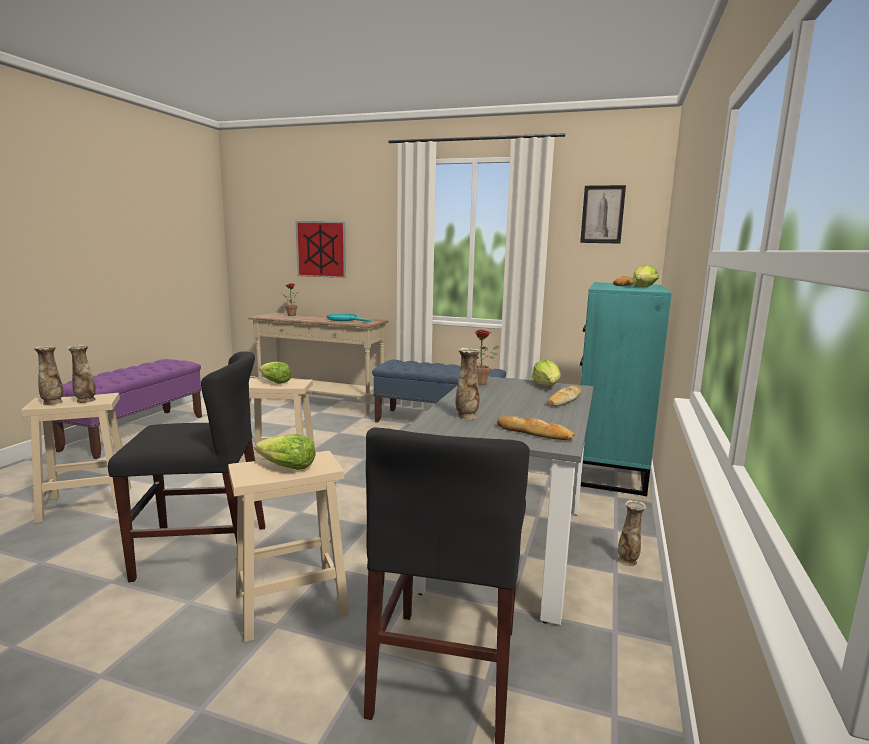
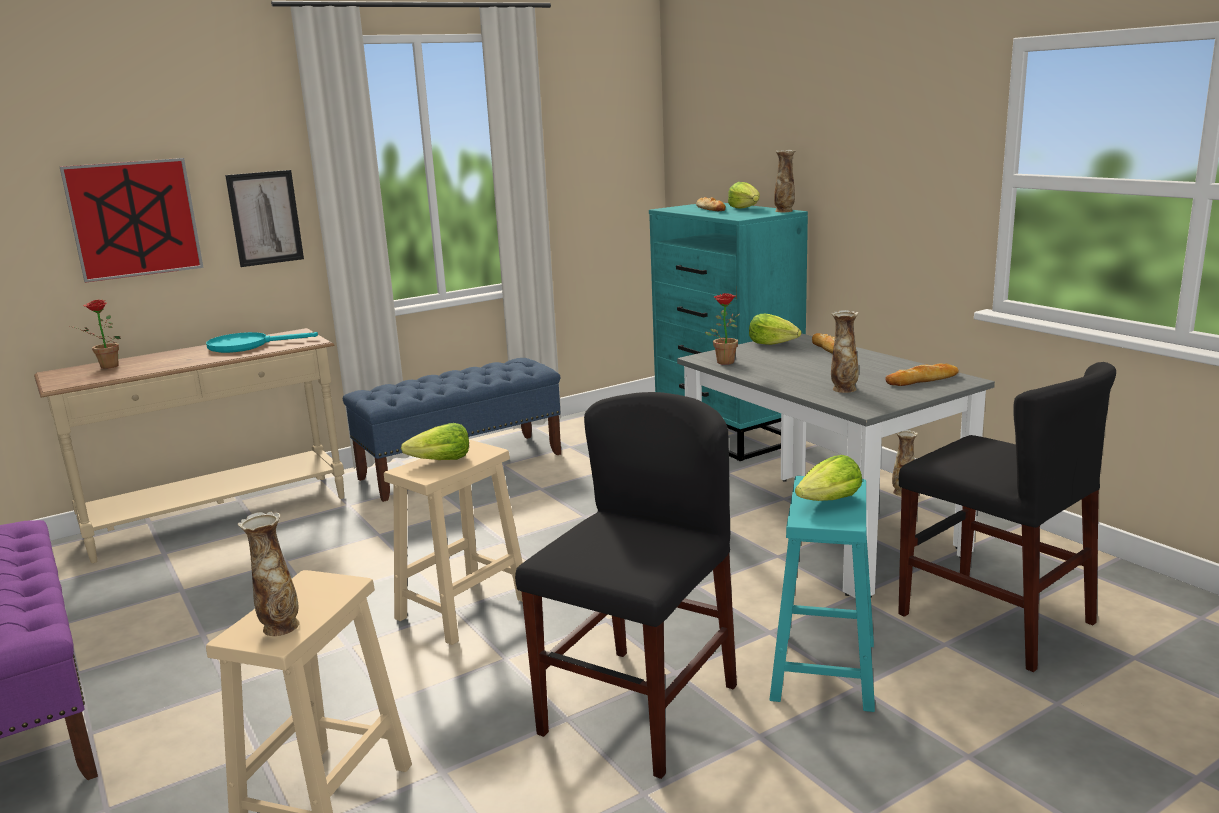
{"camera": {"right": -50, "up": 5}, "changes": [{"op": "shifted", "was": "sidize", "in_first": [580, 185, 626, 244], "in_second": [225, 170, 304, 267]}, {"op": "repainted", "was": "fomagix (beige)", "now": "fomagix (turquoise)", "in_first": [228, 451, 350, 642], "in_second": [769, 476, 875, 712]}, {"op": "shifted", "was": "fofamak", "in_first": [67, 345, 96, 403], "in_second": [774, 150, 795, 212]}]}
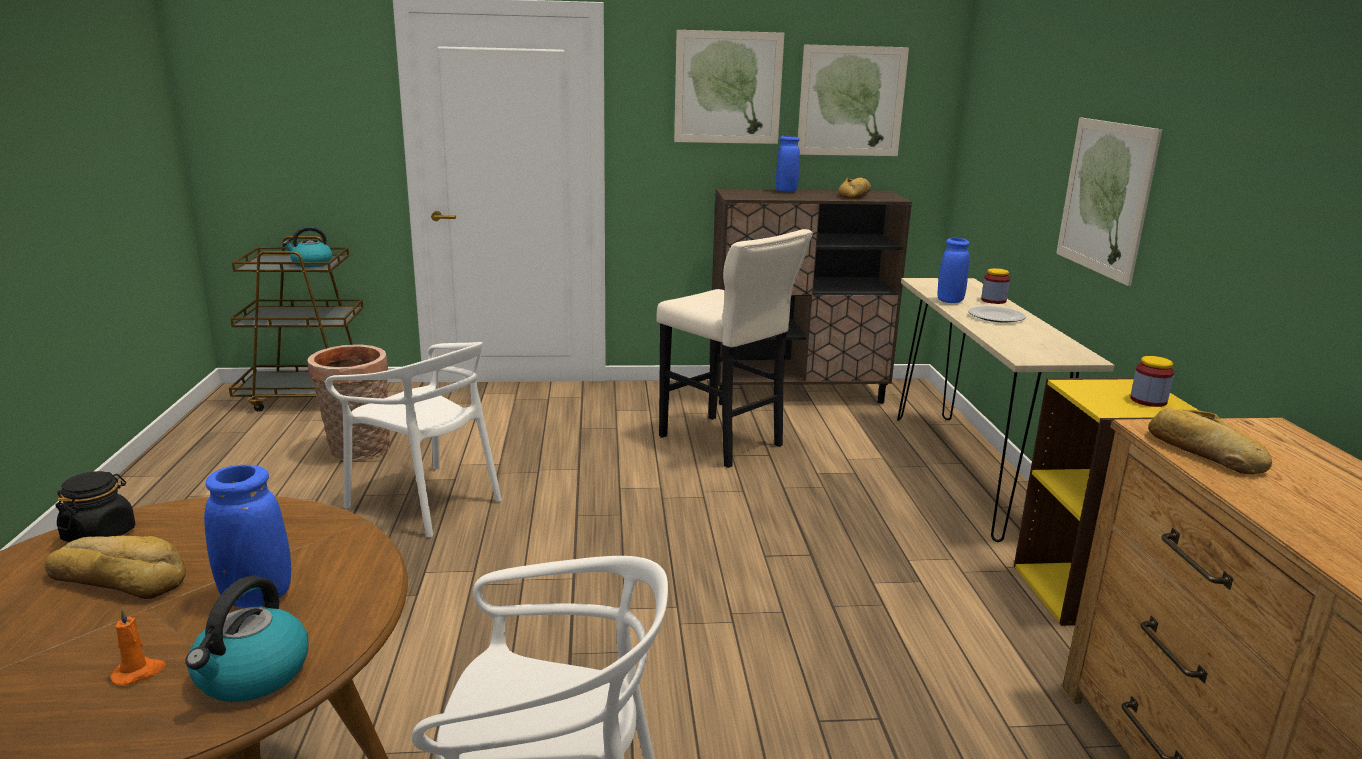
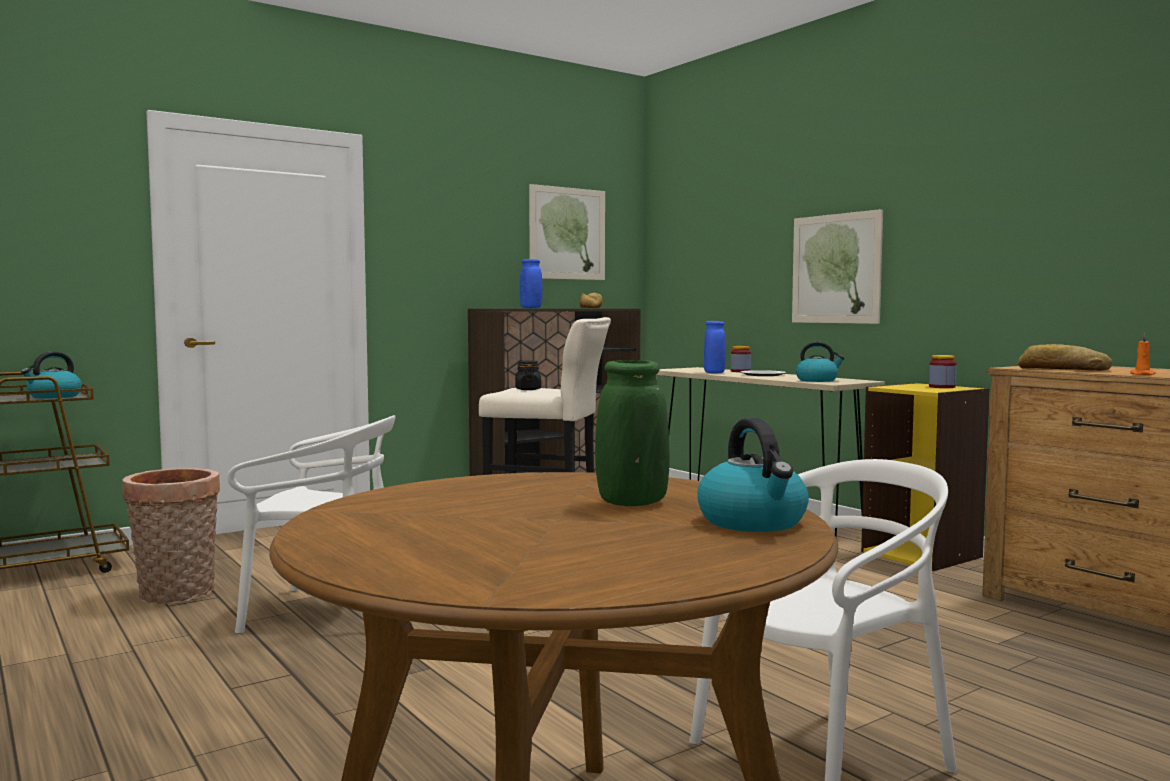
{"camera": {"right": -30, "up": -15}, "changes": [{"op": "shifted", "was": "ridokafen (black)", "in_first": [55, 471, 135, 542], "in_second": [515, 361, 541, 390]}, {"op": "repainted", "was": "fofamak (blue)", "now": "fofamak (green)", "in_first": [204, 465, 291, 608], "in_second": [595, 360, 670, 506]}, {"op": "new", "now": "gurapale", "in_second": [796, 342, 845, 382]}, {"op": "shifted", "was": "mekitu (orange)", "in_first": [110, 607, 166, 686], "in_second": [1130, 333, 1156, 375]}, {"op": "gone", "was": "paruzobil", "in_first": [45, 536, 186, 599]}, {"op": "gone", "was": "sidize", "in_first": [674, 30, 784, 144]}]}
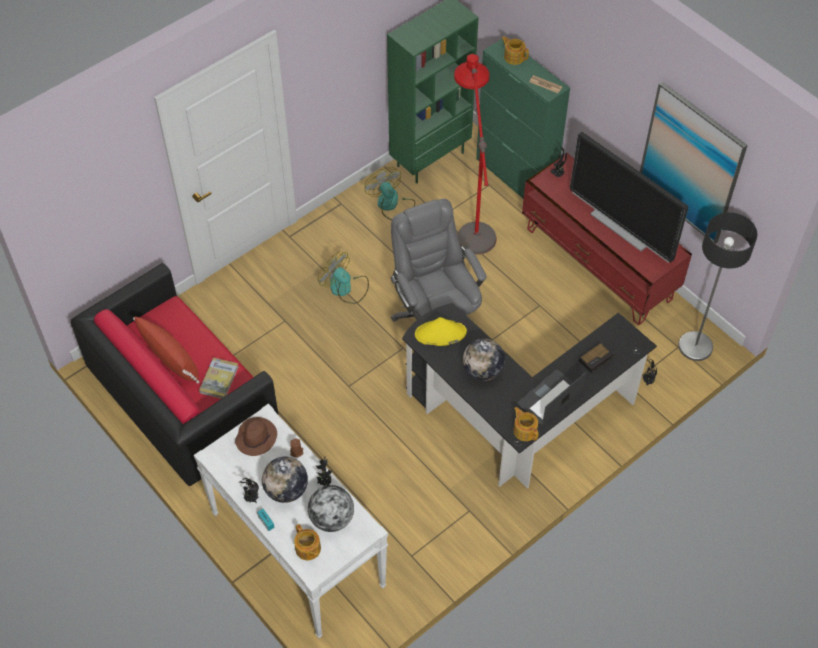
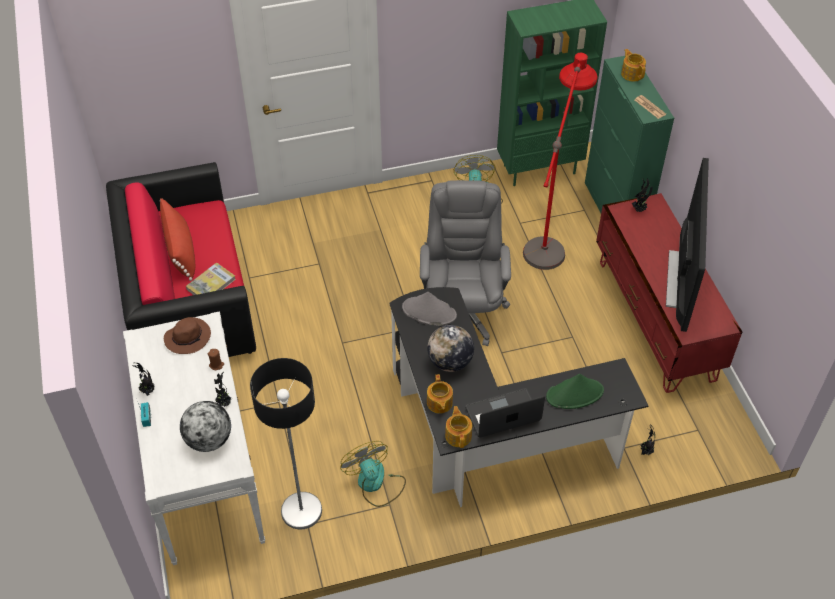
{"camera": {"right": 25, "up": -5}, "changes": [{"op": "shifted", "was": "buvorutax", "in_first": [678, 212, 757, 361], "in_second": [250, 358, 322, 529]}, {"op": "shifted", "was": "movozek", "in_first": [318, 251, 369, 304], "in_second": [340, 441, 406, 507]}, {"op": "repainted", "was": "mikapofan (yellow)", "now": "mikapofan (grey)", "in_first": [415, 317, 467, 346], "in_second": [402, 292, 457, 326]}, {"op": "shifted", "was": "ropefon", "in_first": [294, 524, 321, 560], "in_second": [427, 374, 453, 414]}, {"op": "swapped", "was": "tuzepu", "now": "mikapofan (green)", "in_first": [579, 342, 614, 373], "in_second": [546, 374, 604, 409]}, {"op": "rotated", "was": "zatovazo", "in_first": [570, 132, 689, 263], "in_second": [666, 158, 709, 332], "clockwise": -150}, {"op": "gone", "was": "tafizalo", "in_first": [262, 457, 308, 503]}, {"op": "gone", "was": "sidize", "in_first": [640, 82, 748, 244]}]}
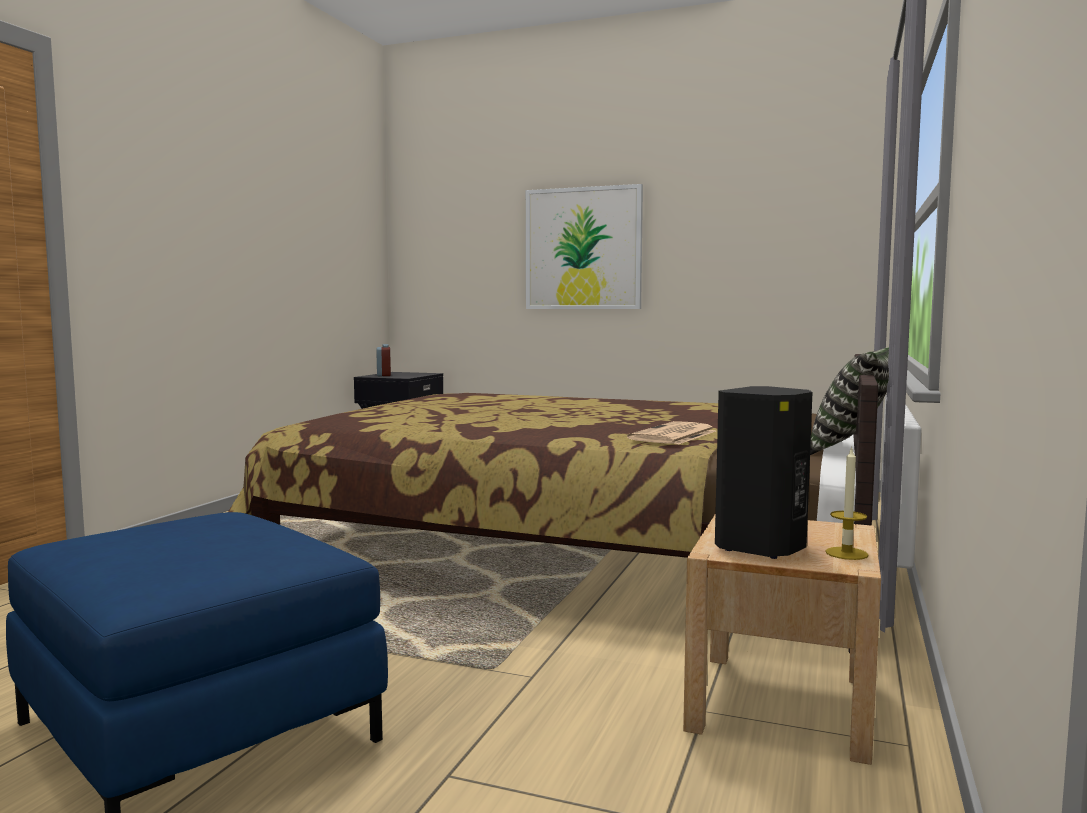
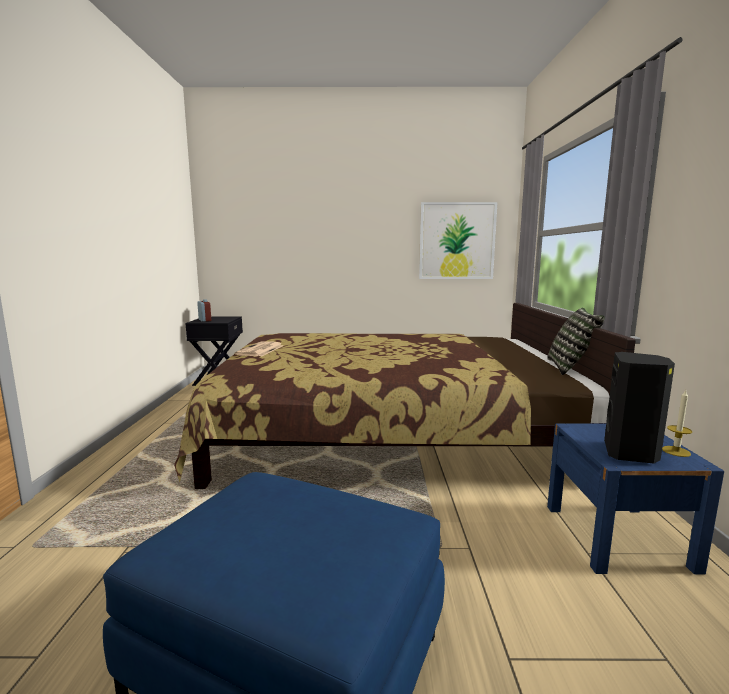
{"camera": {"right": -20, "up": 5}, "changes": [{"op": "shifted", "was": "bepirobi", "in_first": [627, 421, 716, 445], "in_second": [235, 341, 283, 356]}, {"op": "shifted", "was": "sidize", "in_first": [526, 184, 643, 309], "in_second": [419, 202, 498, 279]}, {"op": "repainted", "was": "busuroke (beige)", "now": "busuroke (blue)", "in_first": [683, 515, 881, 765], "in_second": [547, 423, 724, 574]}]}
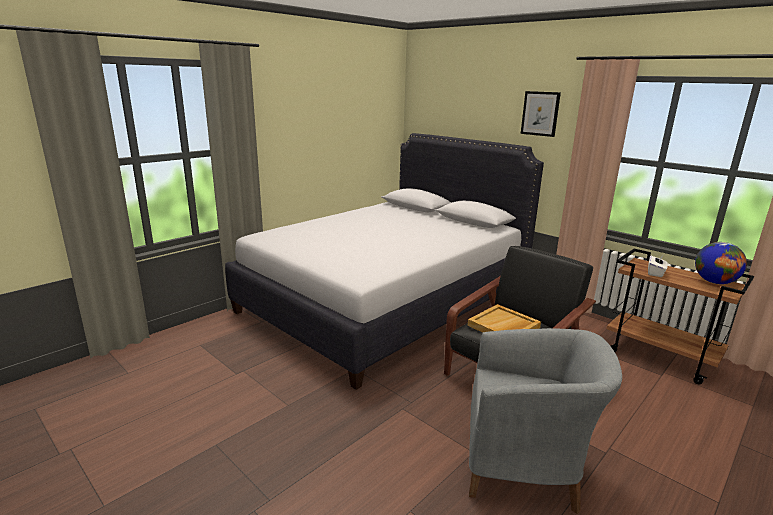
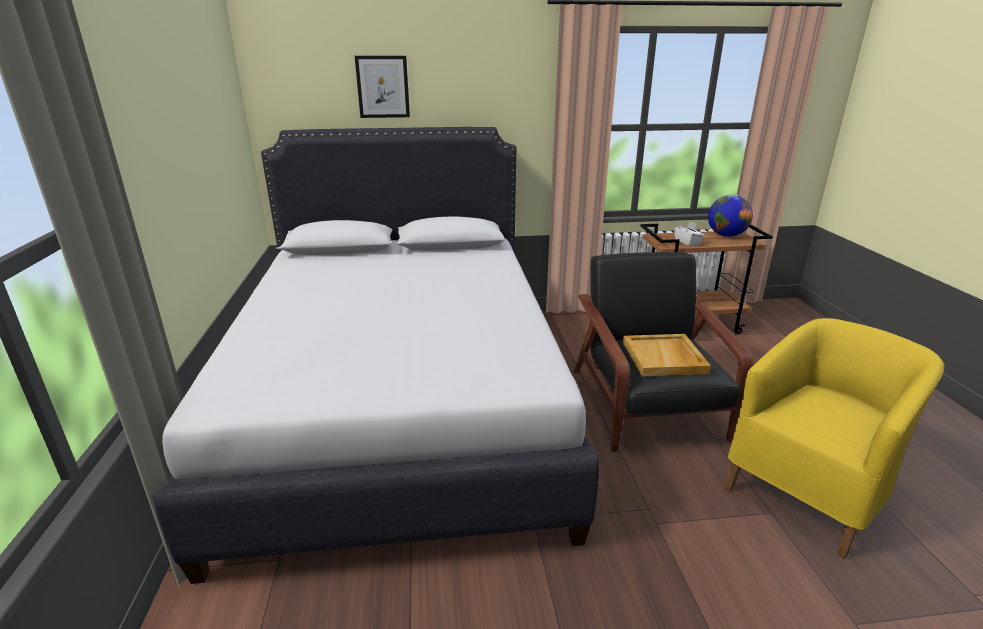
{"camera": {"right": -50, "up": 5}, "changes": [{"op": "shifted", "was": "sidize", "in_first": [521, 91, 561, 137], "in_second": [355, 56, 410, 118]}, {"op": "repainted", "was": "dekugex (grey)", "now": "dekugex (yellow)", "in_first": [469, 328, 622, 514], "in_second": [724, 318, 944, 559]}]}
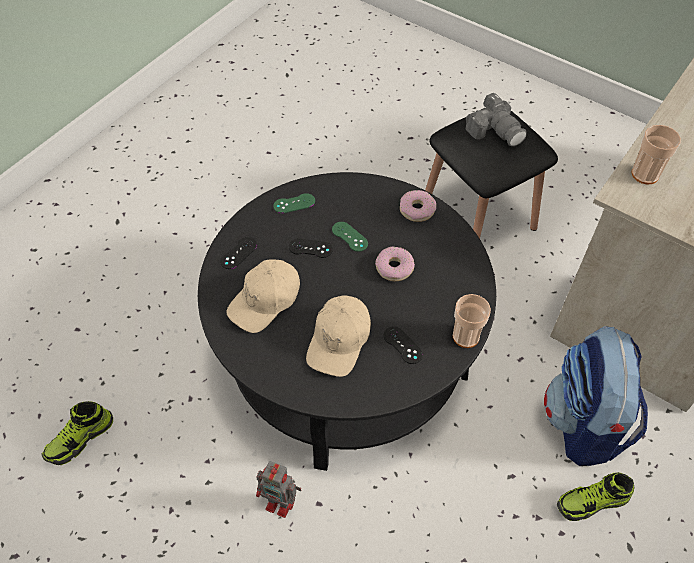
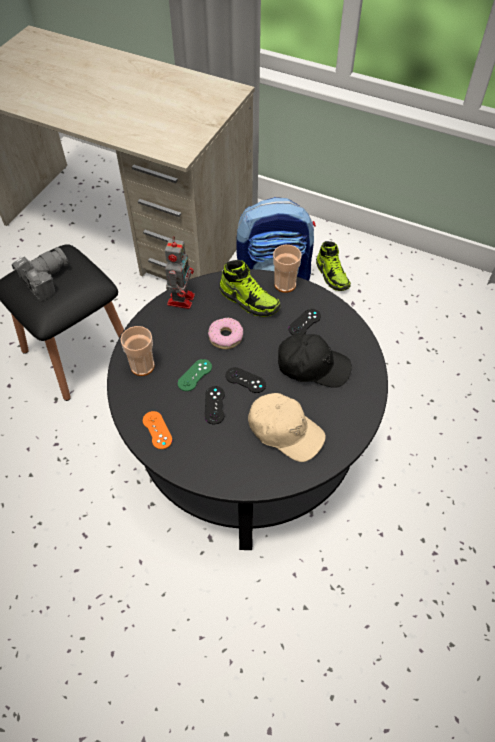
{"camera": {"right": -100, "up": 0}, "changes": [{"op": "shifted", "was": "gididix", "in_first": [632, 125, 681, 184], "in_second": [120, 326, 155, 376]}, {"op": "repainted", "was": "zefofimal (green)", "now": "zefofimal (orange)", "in_first": [273, 193, 315, 213], "in_second": [143, 411, 172, 449]}, {"op": "shifted", "was": "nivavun", "in_first": [256, 461, 301, 518], "in_second": [165, 236, 195, 309]}, {"op": "shifted", "was": "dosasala", "in_first": [41, 401, 113, 465], "in_second": [219, 260, 281, 317]}, {"op": "shifted", "was": "zefofimal (black)", "in_first": [220, 237, 257, 269], "in_second": [225, 367, 266, 393]}, {"op": "repainted", "was": "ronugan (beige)", "now": "ronugan (black)", "in_first": [306, 295, 371, 377], "in_second": [278, 333, 352, 388]}, {"op": "gone", "was": "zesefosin", "in_first": [400, 190, 436, 222]}]}
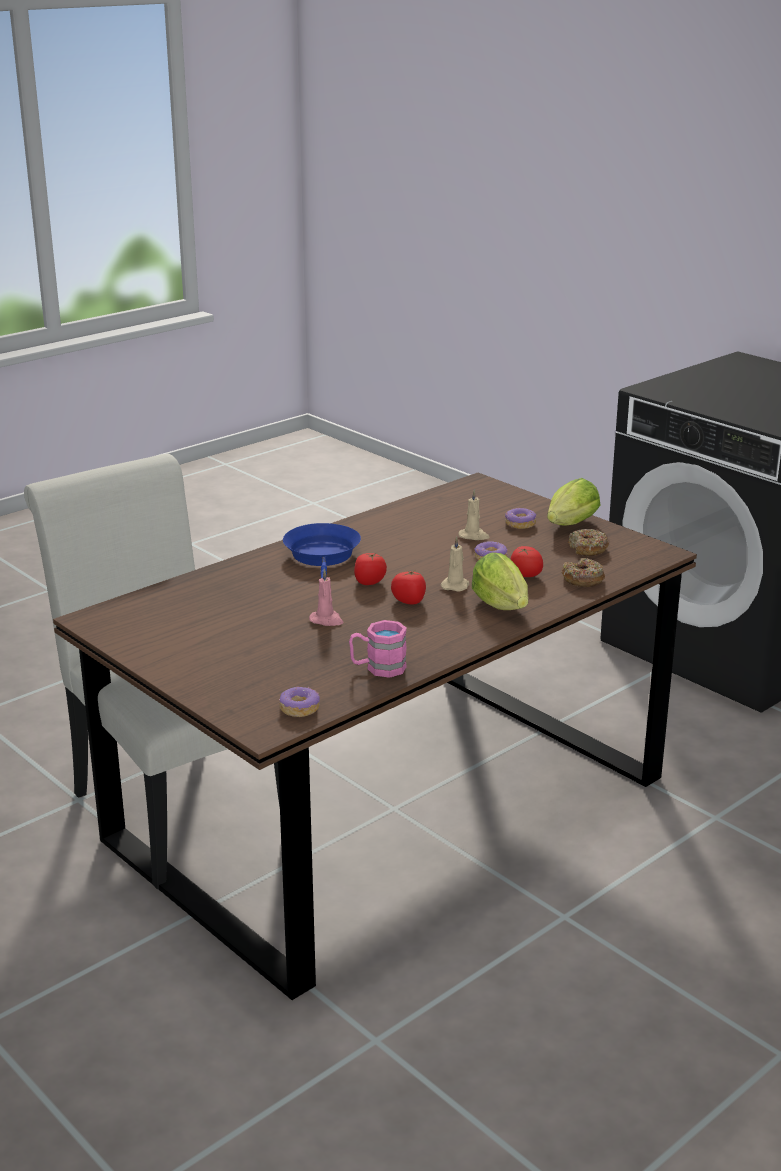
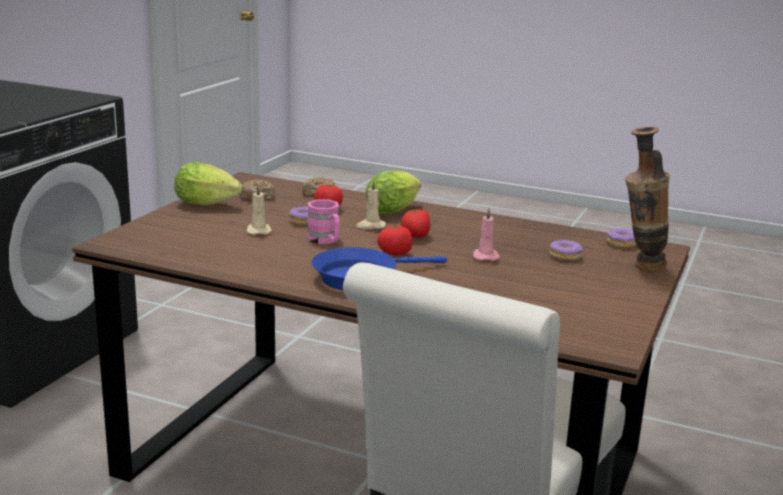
{"camera": {"right": -115, "up": -5}, "changes": [{"op": "shifted", "was": "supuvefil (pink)", "in_first": [349, 620, 407, 678], "in_second": [307, 199, 340, 244]}, {"op": "shifted", "was": "zesefosin", "in_first": [505, 508, 536, 529], "in_second": [550, 240, 583, 260]}, {"op": "new", "now": "fofamak", "in_second": [625, 127, 670, 271]}]}
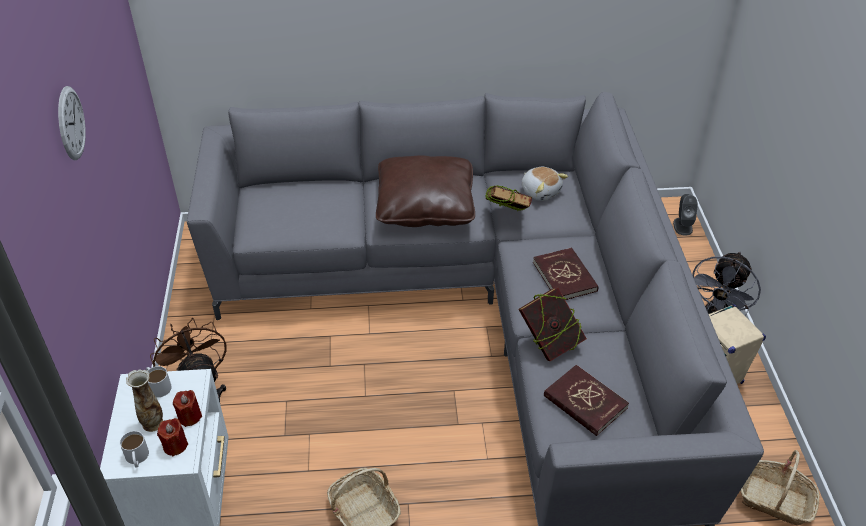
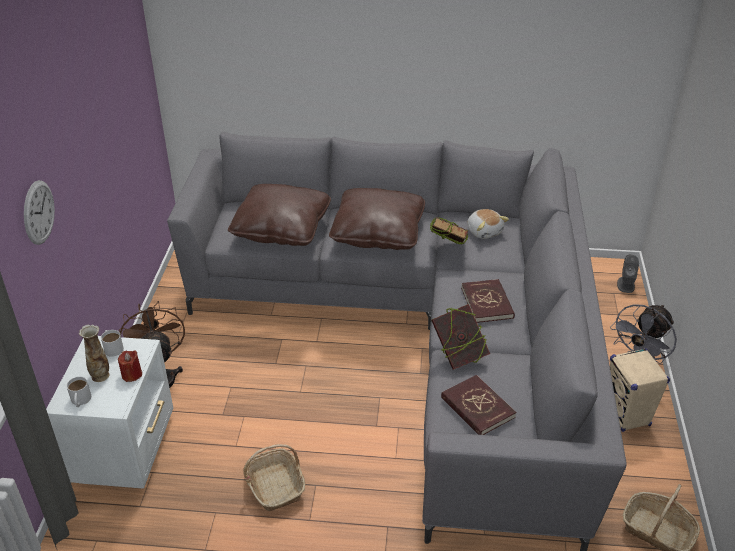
{"camera": {"right": 10, "up": -5}, "changes": [{"op": "shifted", "was": "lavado", "in_first": [58, 86, 86, 160], "in_second": [24, 180, 55, 245]}, {"op": "new", "now": "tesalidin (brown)", "in_second": [228, 184, 331, 246]}, {"op": "gone", "was": "mekitu (red)", "in_first": [157, 418, 188, 457]}]}
